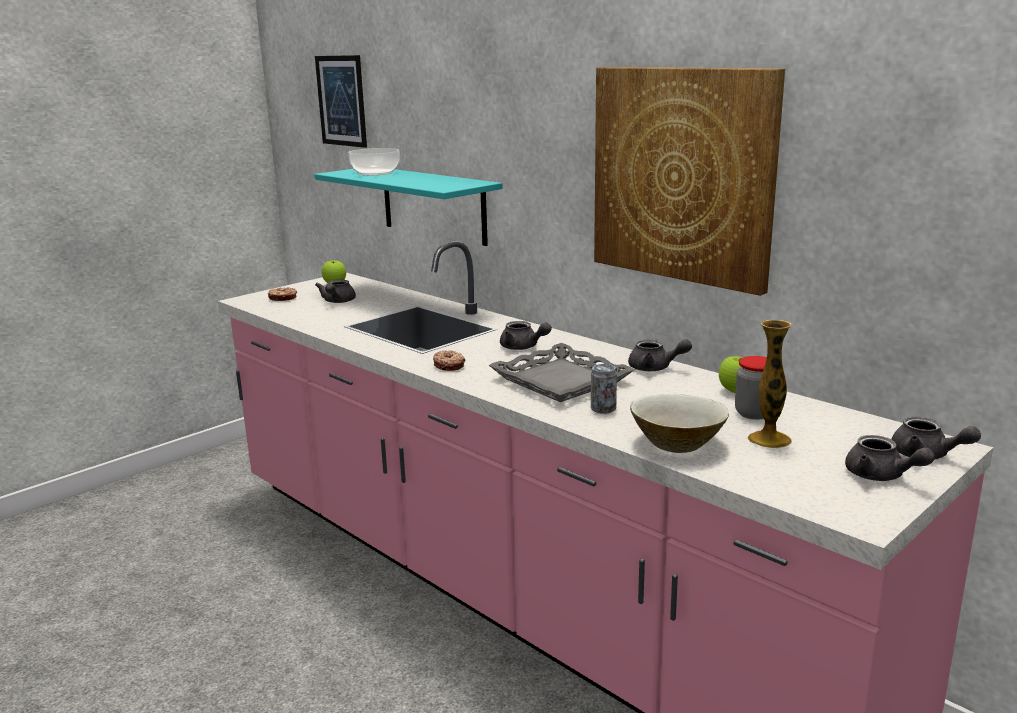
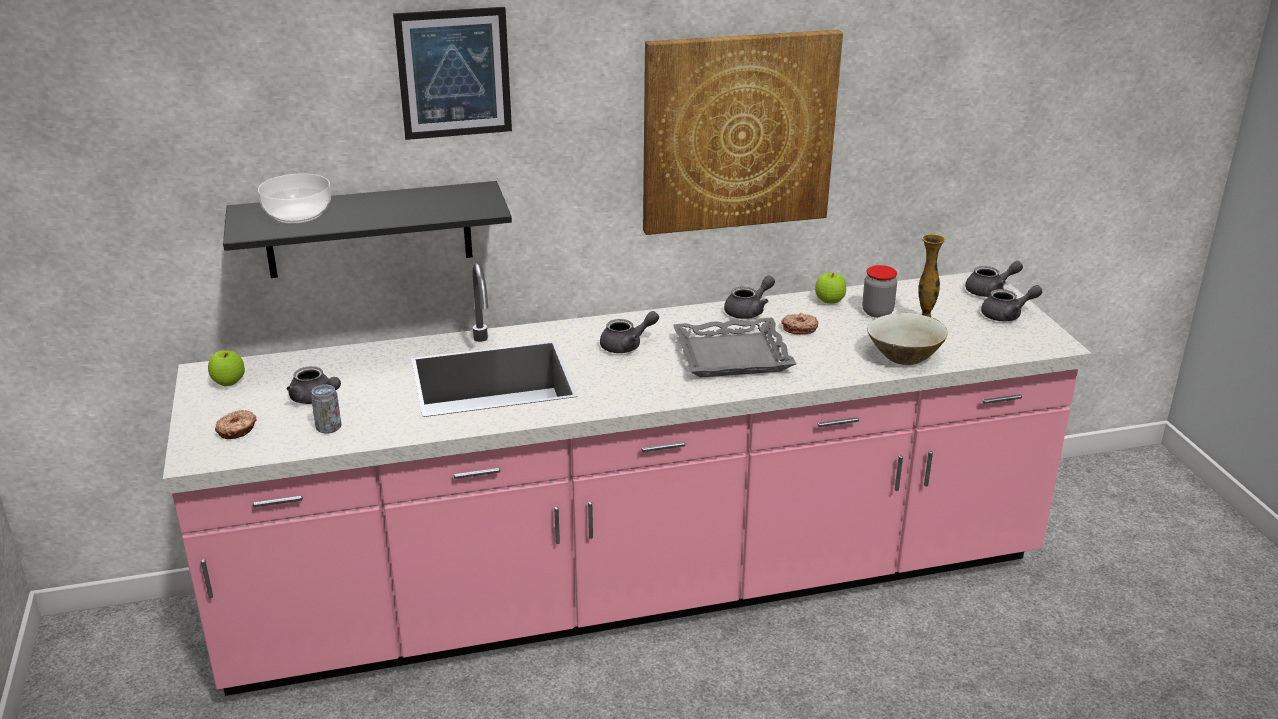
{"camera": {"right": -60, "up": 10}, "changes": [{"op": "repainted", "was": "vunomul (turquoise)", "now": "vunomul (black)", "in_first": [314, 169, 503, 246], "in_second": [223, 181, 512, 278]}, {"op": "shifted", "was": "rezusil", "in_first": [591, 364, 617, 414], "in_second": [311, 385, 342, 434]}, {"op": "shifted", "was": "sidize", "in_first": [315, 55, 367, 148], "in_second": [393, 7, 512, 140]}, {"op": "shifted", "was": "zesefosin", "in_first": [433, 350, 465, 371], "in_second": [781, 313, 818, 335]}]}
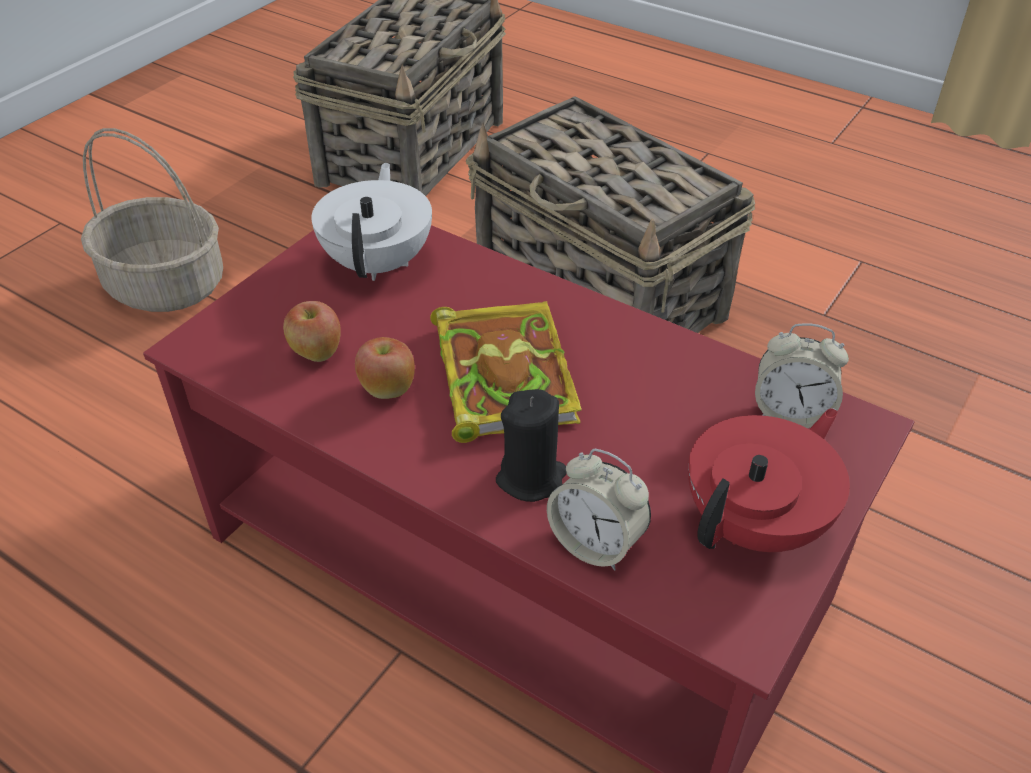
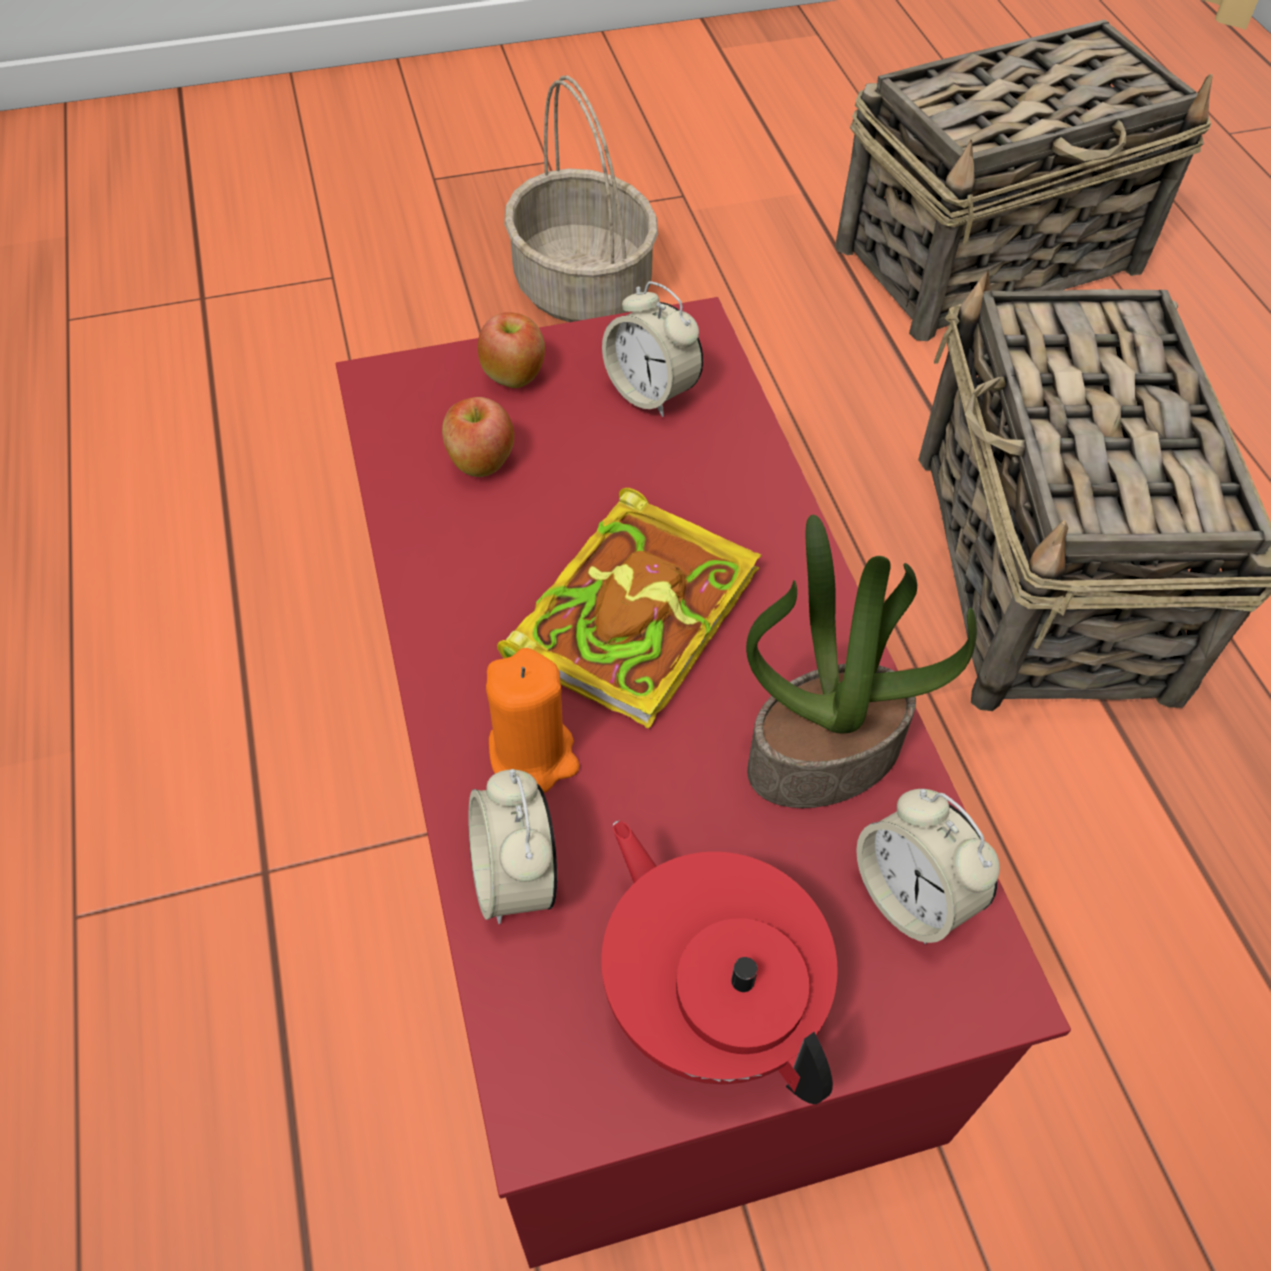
{"camera": {"right": 40, "up": 10}, "changes": [{"op": "shifted", "was": "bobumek", "in_first": [355, 337, 415, 399], "in_second": [478, 312, 545, 388]}, {"op": "repainted", "was": "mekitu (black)", "now": "mekitu (orange)", "in_first": [496, 389, 567, 502], "in_second": [486, 648, 580, 793]}, {"op": "rotated", "was": "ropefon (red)", "in_first": [688, 408, 850, 552], "in_second": [601, 821, 838, 1104], "clockwise": -120}, {"op": "swapped", "was": "ropefon (white)", "now": "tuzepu", "in_first": [311, 163, 432, 281], "in_second": [602, 281, 703, 417]}, {"op": "new", "now": "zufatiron", "in_second": [746, 515, 977, 808]}]}
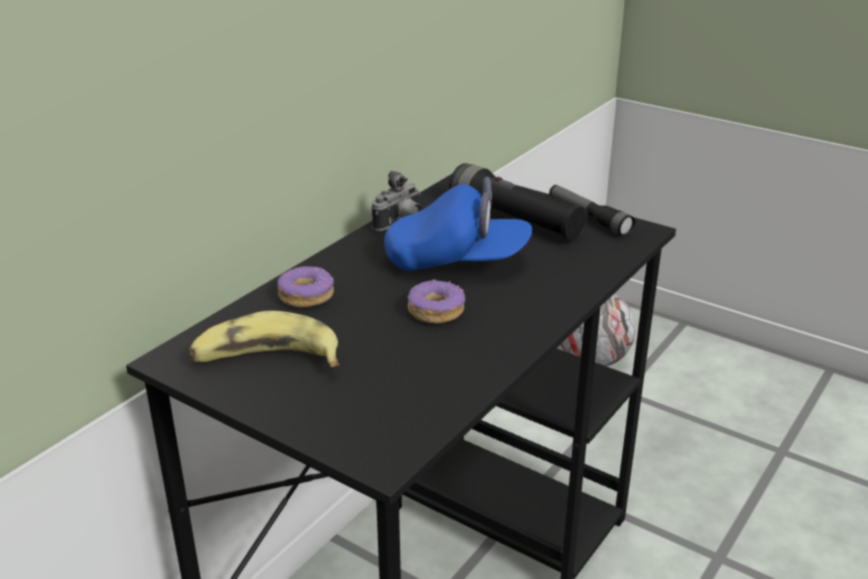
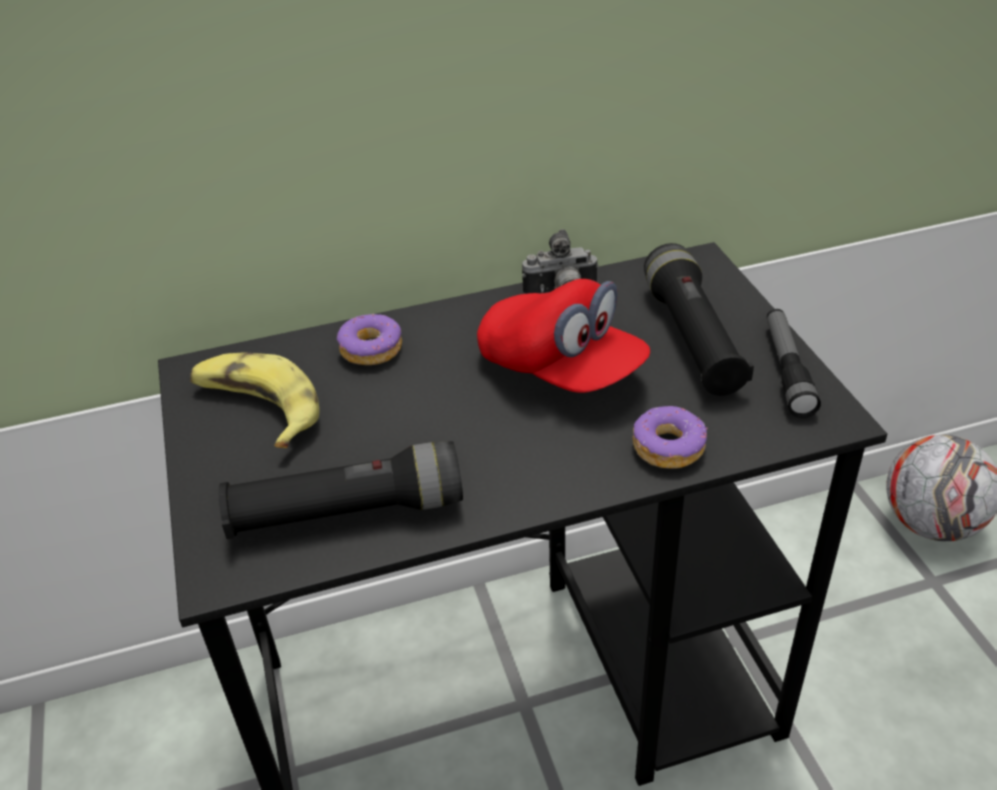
{"camera": {"right": 40, "up": 10}, "changes": [{"op": "new", "now": "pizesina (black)", "in_second": [218, 441, 463, 539]}, {"op": "repainted", "was": "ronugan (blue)", "now": "ronugan (red)", "in_first": [384, 177, 532, 271], "in_second": [477, 279, 650, 393]}, {"op": "shifted", "was": "zesefosin", "in_first": [407, 280, 465, 324], "in_second": [632, 406, 708, 469]}]}
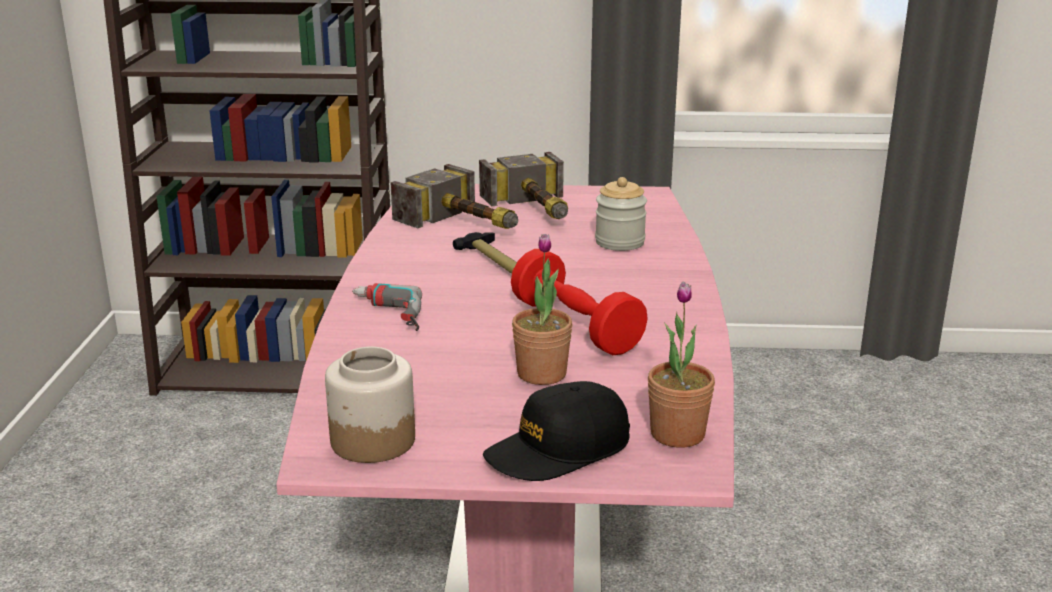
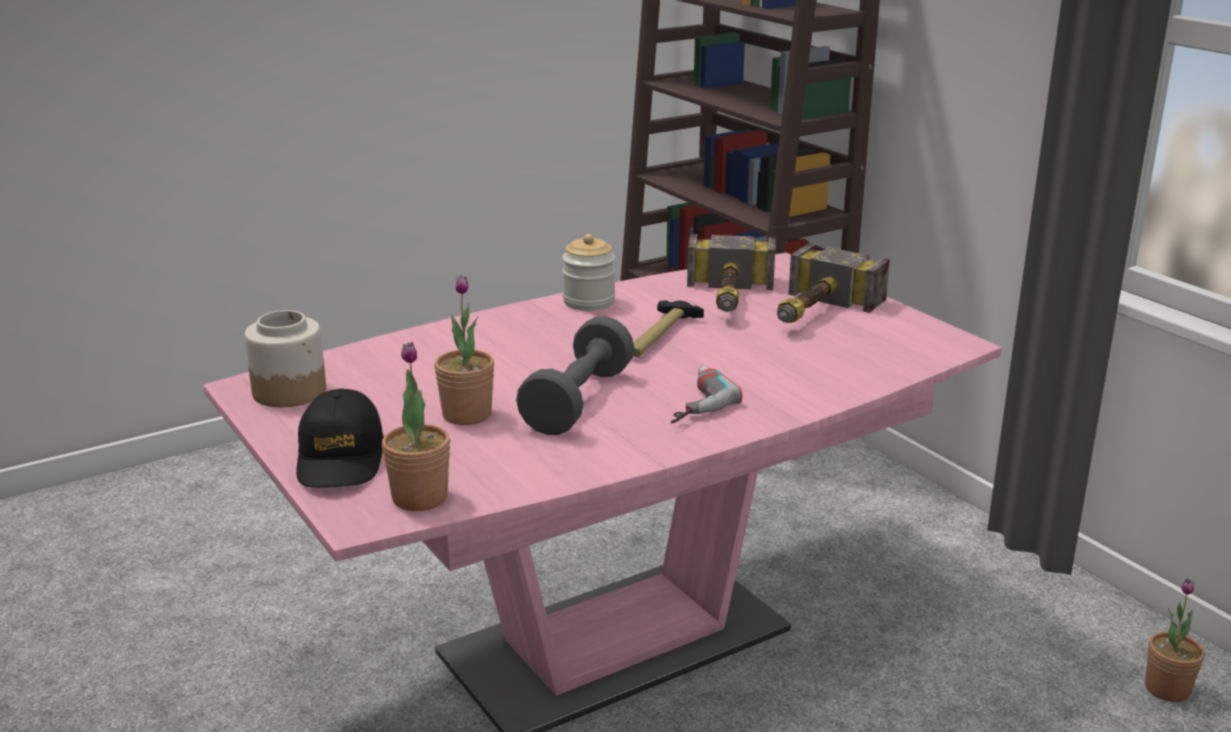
{"camera": {"right": 55, "up": 0}, "changes": [{"op": "rotated", "was": "ronugan (black)", "in_first": [483, 381, 630, 481], "in_second": [296, 389, 384, 488], "clockwise": -120}, {"op": "repainted", "was": "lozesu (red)", "now": "lozesu (grey)", "in_first": [511, 249, 648, 355], "in_second": [516, 316, 634, 435]}, {"op": "shifted", "was": "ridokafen", "in_first": [595, 177, 647, 251], "in_second": [562, 234, 615, 311]}, {"op": "shifted", "was": "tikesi", "in_first": [352, 283, 422, 331], "in_second": [671, 366, 742, 423]}, {"op": "new", "now": "zufatiron", "in_second": [1145, 578, 1204, 702]}]}
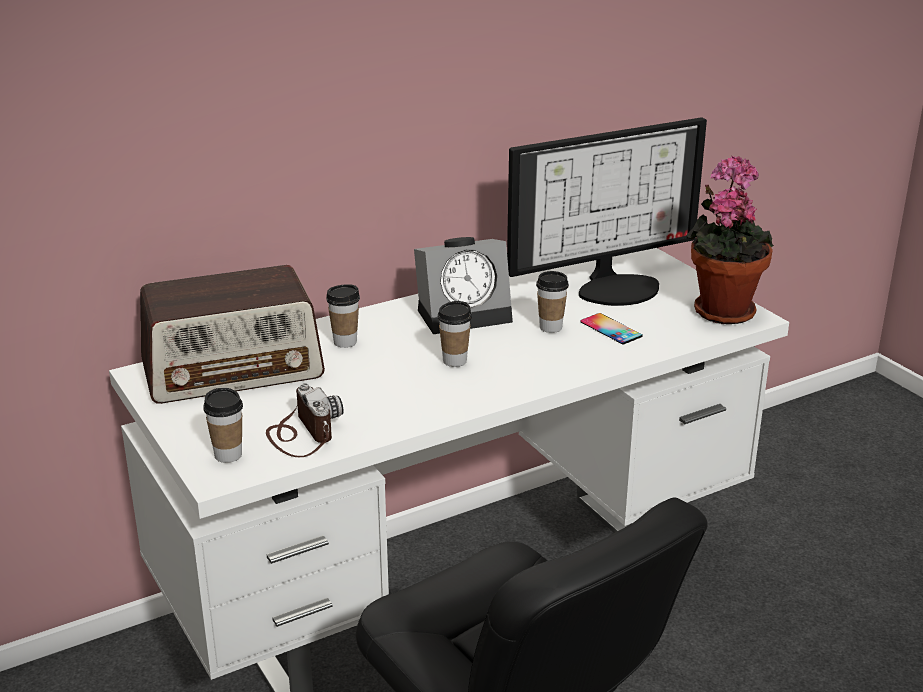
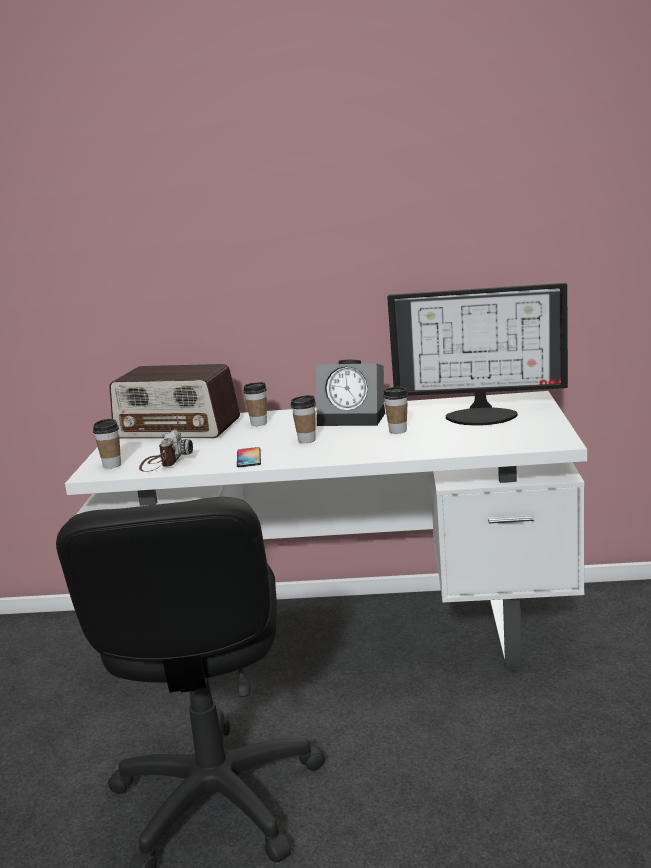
{"camera": {"right": 35, "up": -10}, "changes": [{"op": "shifted", "was": "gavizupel", "in_first": [580, 313, 643, 344], "in_second": [237, 447, 261, 467]}, {"op": "gone", "was": "zufatiron", "in_first": [686, 155, 774, 324]}]}
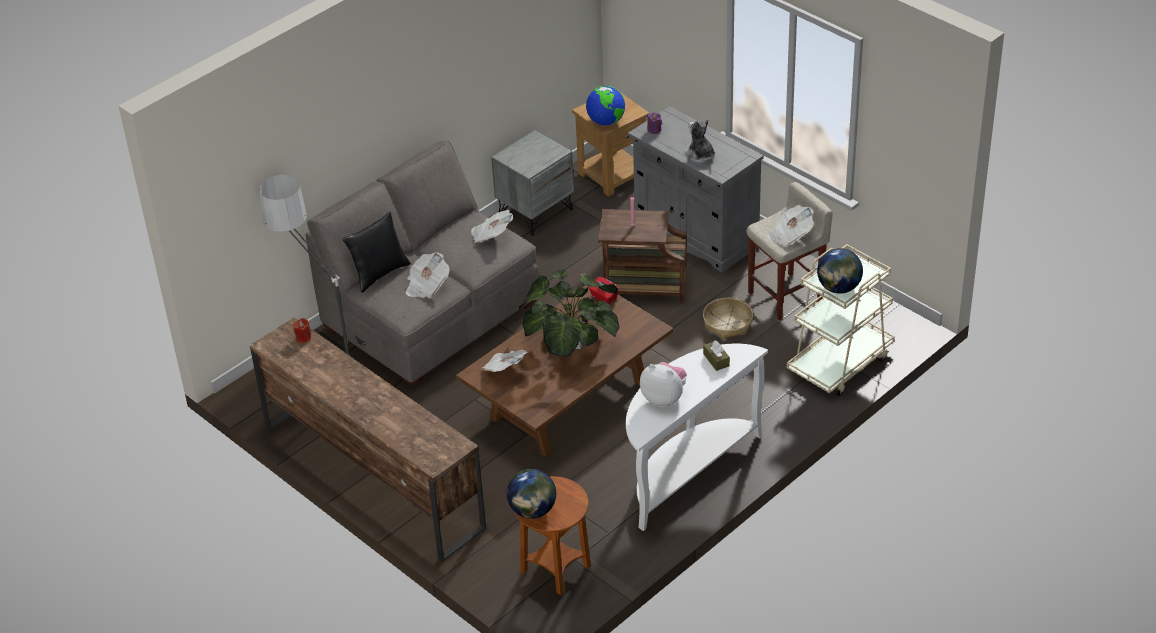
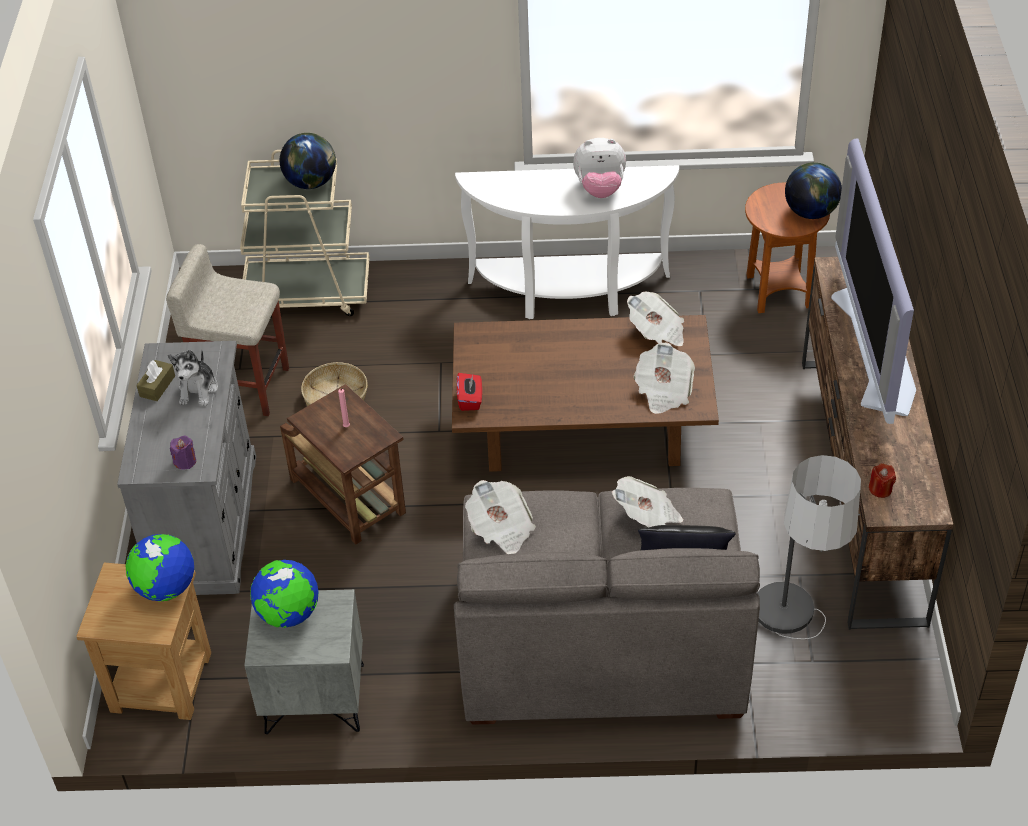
{"camera": {"right": -135, "up": 5}, "changes": [{"op": "shifted", "was": "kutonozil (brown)", "in_first": [703, 340, 730, 371], "in_second": [137, 360, 175, 401]}, {"op": "new", "now": "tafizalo", "in_second": [250, 560, 319, 628]}, {"op": "rotated", "was": "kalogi", "in_first": [640, 362, 687, 406], "in_second": [573, 138, 626, 198], "clockwise": -75}, {"op": "shifted", "was": "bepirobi", "in_first": [767, 205, 814, 247], "in_second": [627, 292, 684, 346]}, {"op": "new", "now": "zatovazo", "in_second": [831, 139, 916, 424]}, {"op": "gone", "was": "zufatiron", "in_first": [519, 270, 620, 357]}]}
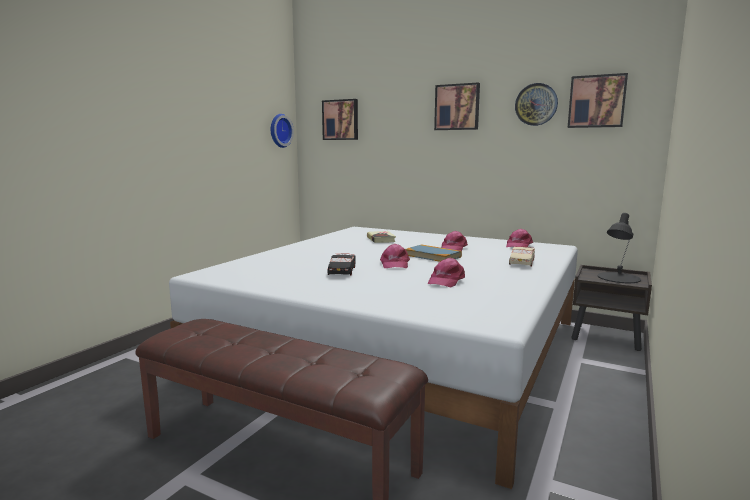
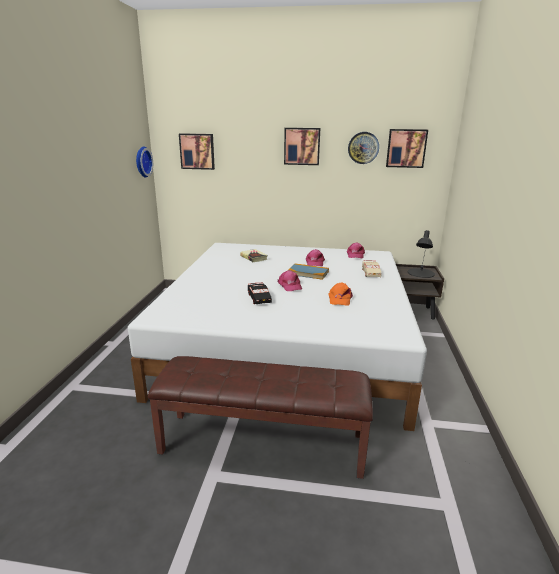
{"camera": {"right": -20, "up": 10}, "changes": [{"op": "repainted", "was": "ronugan (pink)", "now": "ronugan (orange)", "in_first": [428, 258, 465, 288], "in_second": [328, 282, 353, 306]}]}
